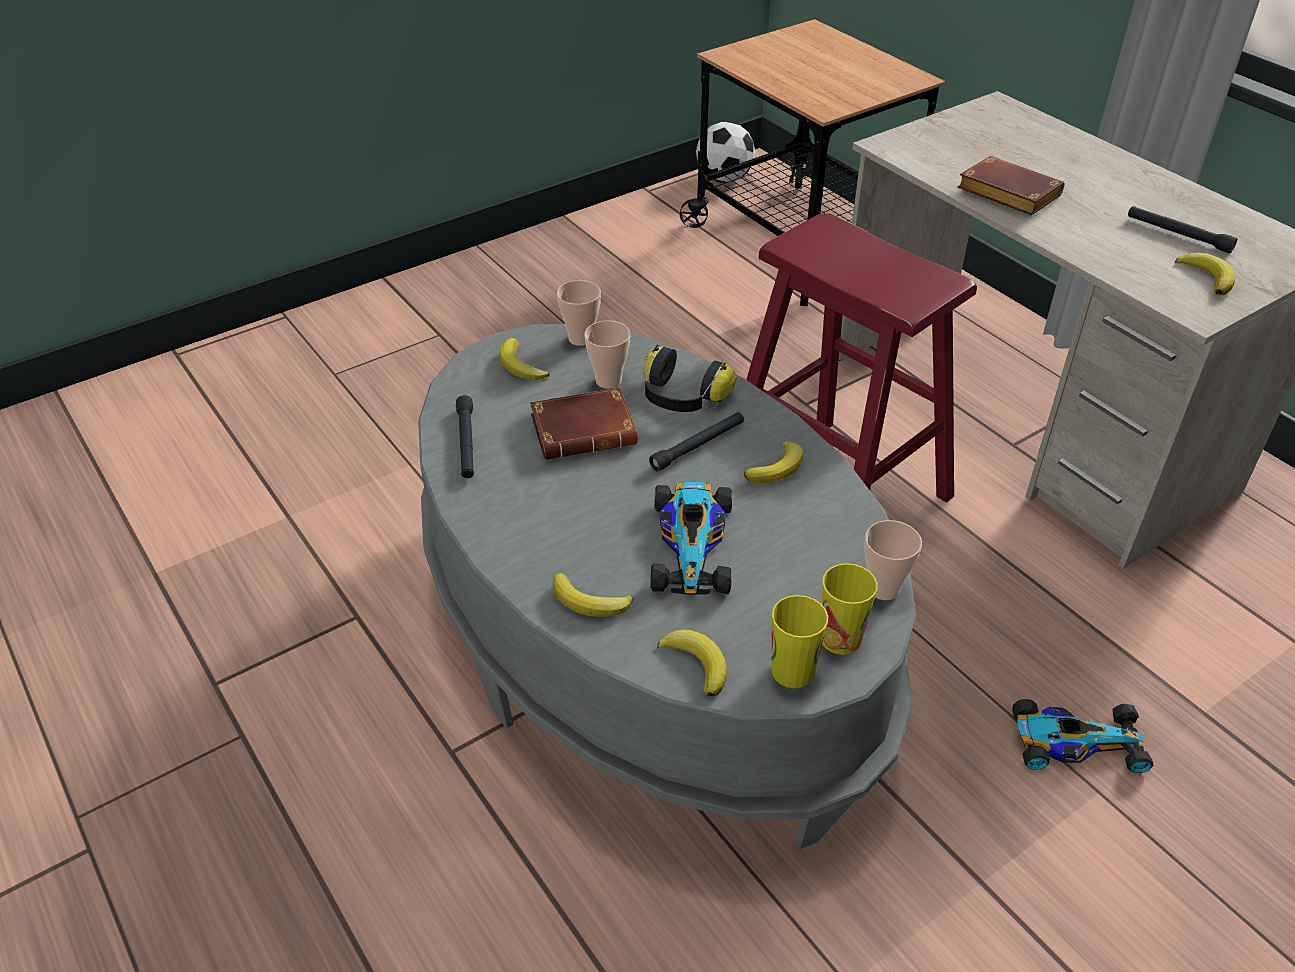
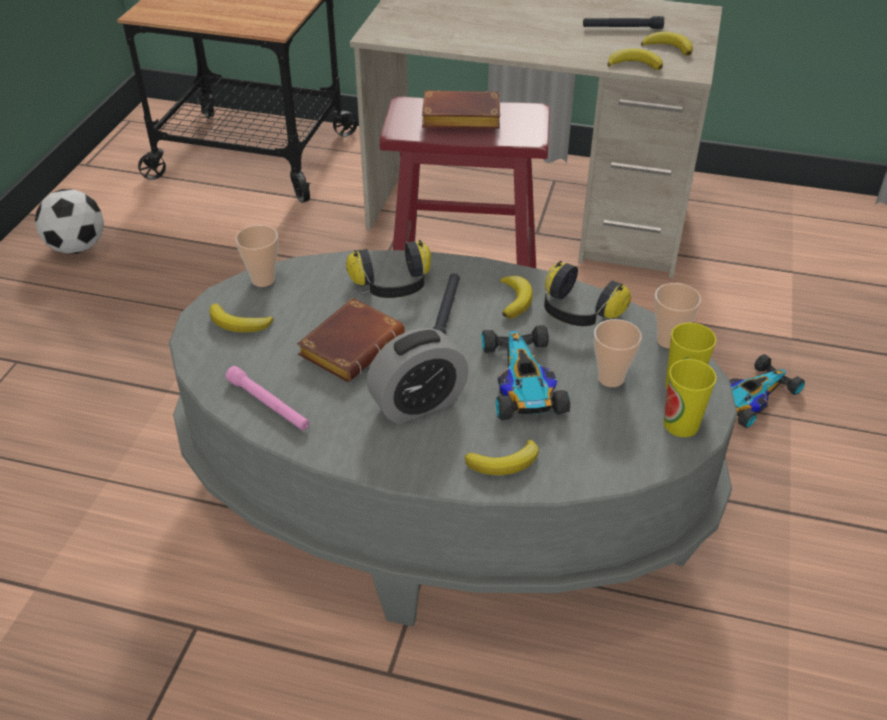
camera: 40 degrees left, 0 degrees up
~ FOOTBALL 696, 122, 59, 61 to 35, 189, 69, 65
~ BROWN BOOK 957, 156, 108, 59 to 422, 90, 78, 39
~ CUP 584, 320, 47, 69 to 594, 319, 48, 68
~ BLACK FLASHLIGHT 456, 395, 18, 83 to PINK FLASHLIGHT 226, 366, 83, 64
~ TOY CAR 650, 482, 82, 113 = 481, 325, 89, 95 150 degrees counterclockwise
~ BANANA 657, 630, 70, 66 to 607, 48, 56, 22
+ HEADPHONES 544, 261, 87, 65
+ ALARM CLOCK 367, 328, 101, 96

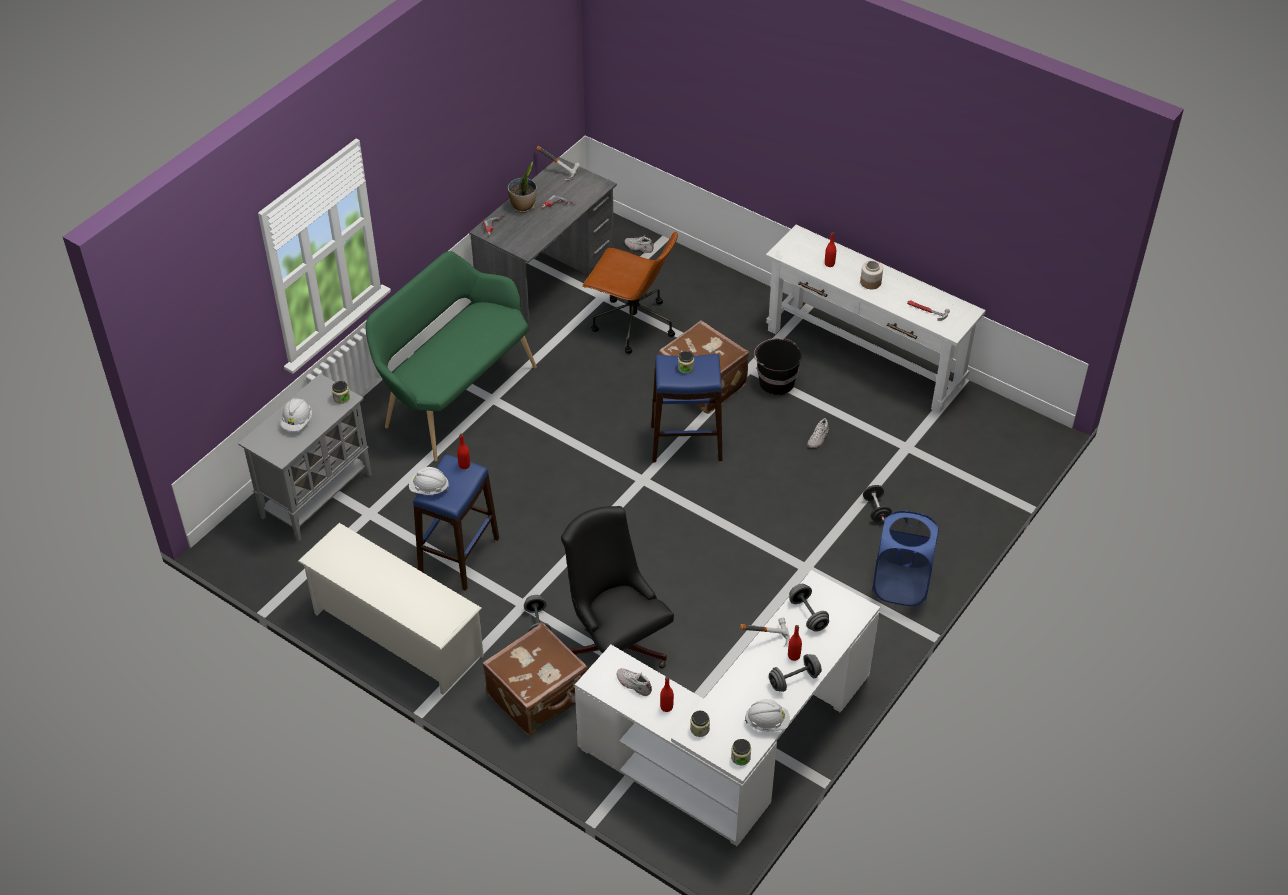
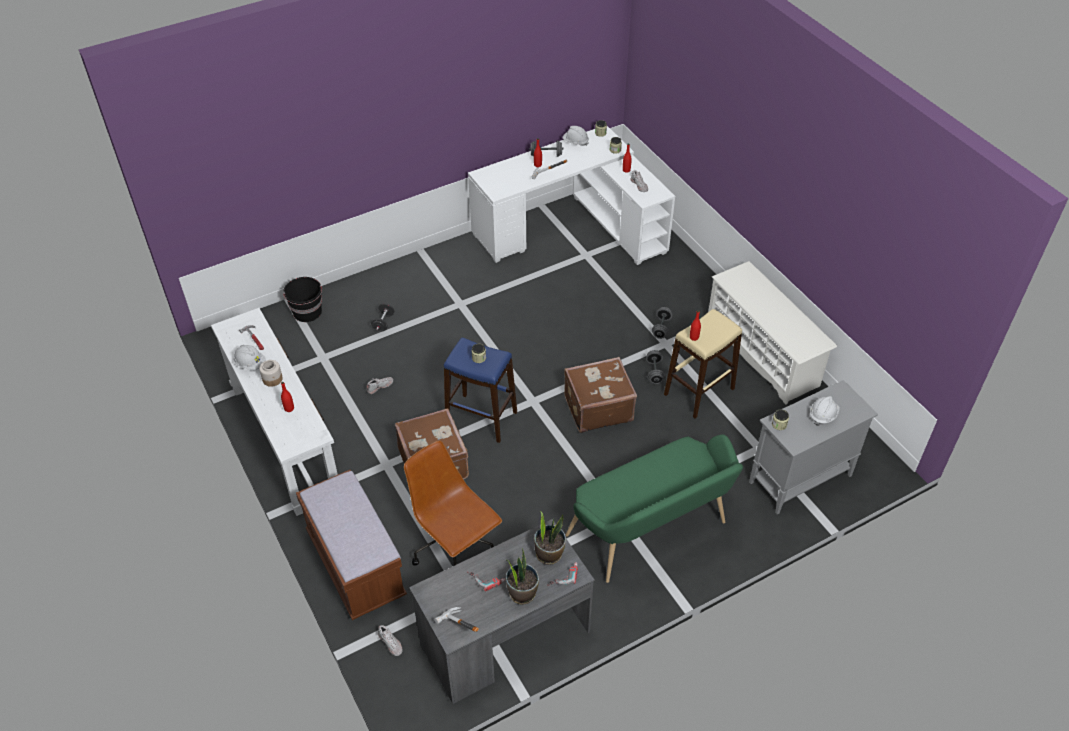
camera: 155 degrees left, 0 degrees up
~ BLACK BUCKET 754, 338, 48, 57 to 283, 277, 39, 45
~ BLUE STOOL 413, 455, 86, 136 to BEIGE STOOL 664, 309, 78, 110
~ WHITE HARD HAT 409, 467, 40, 28 to 234, 345, 32, 25
- BLACK OFFICE CHAIR 561, 506, 113, 163
- BLUE LAUNDRY BASKET 872, 510, 67, 96
~ GREY DUMBBELL 789, 584, 40, 48 to 646, 350, 19, 34
~ BROWN SUITCASE 483, 623, 104, 113 to 564, 357, 73, 76
+ BROWN BENCH 296, 470, 111, 150
+ POTTED PLANT 534, 511, 32, 54

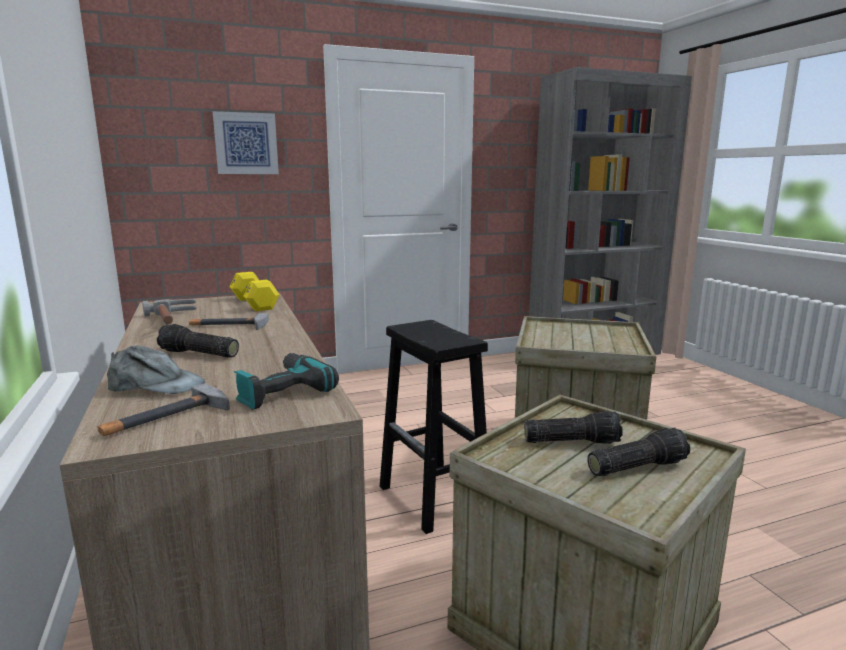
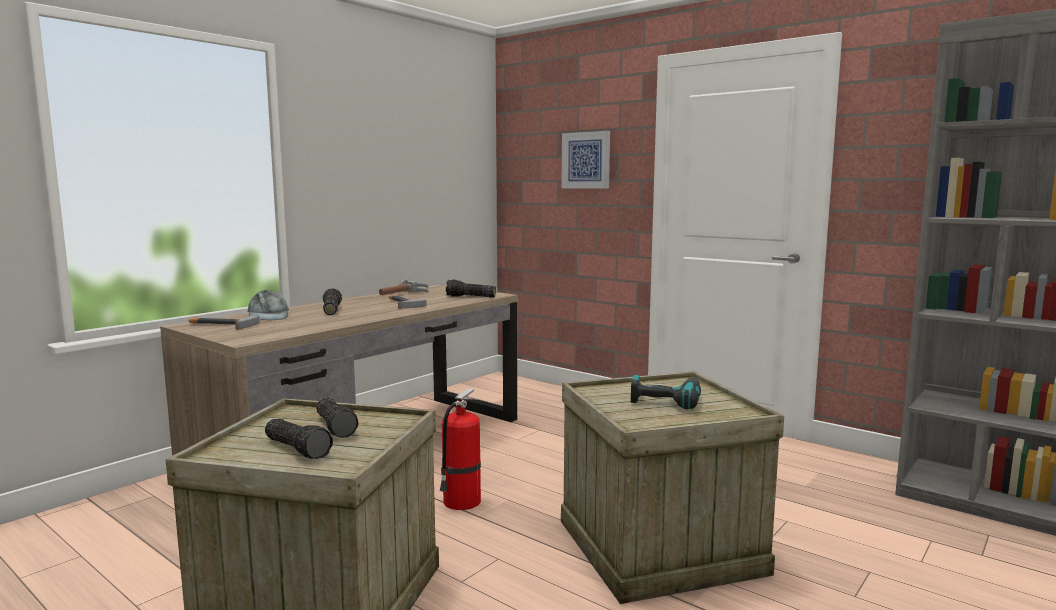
camera: 60 degrees right, 5 degrees down
~ YELLOW DUMBBELL 229, 272, 51, 39 to FLASHLIGHT 446, 279, 50, 19
~ BLACK STOOL 380, 320, 108, 214 to FIRE EXTINGUISHER 440, 388, 41, 122
~ POWER DRILL 234, 353, 105, 57 to 631, 375, 70, 35

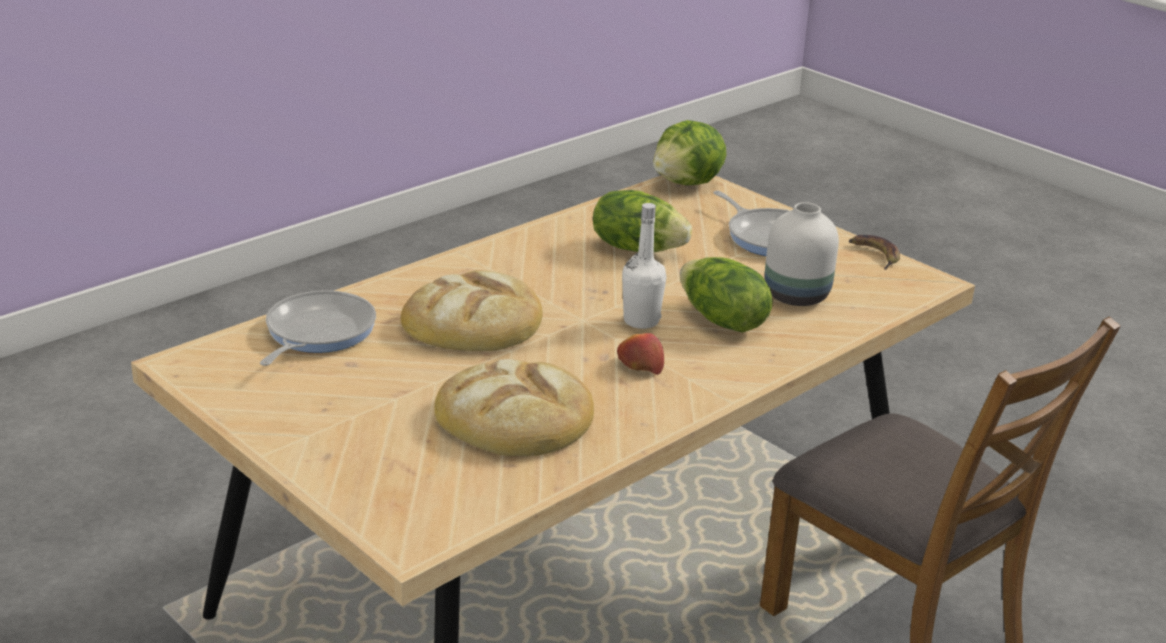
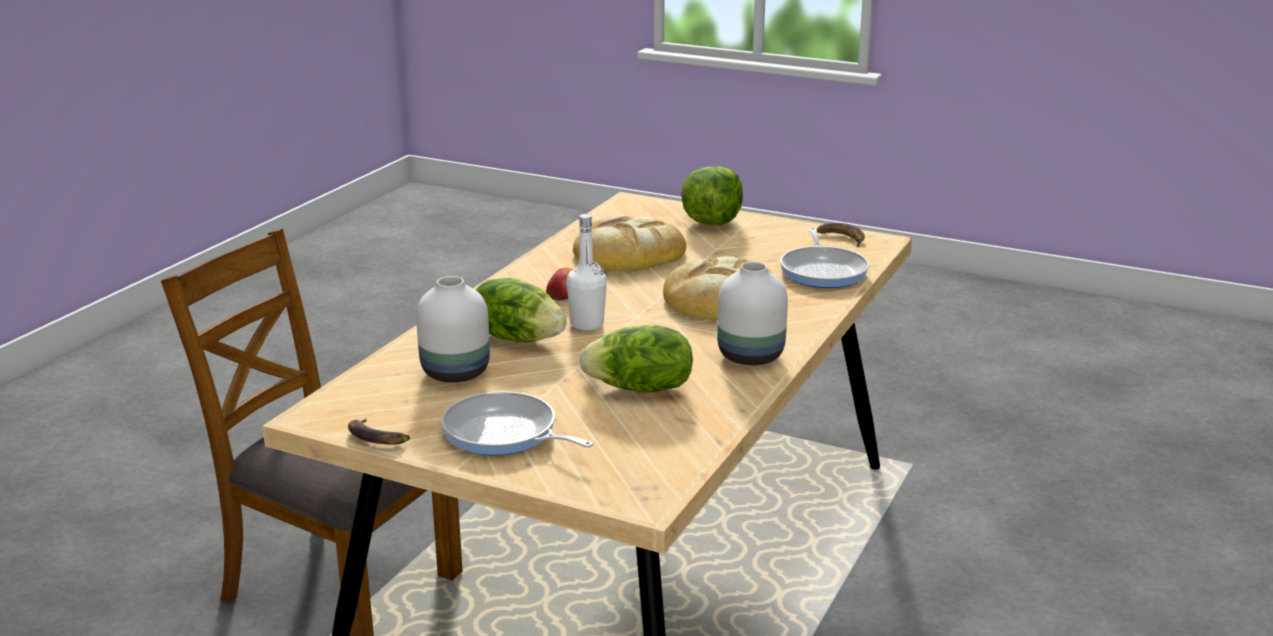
camera: 160 degrees right, 5 degrees down
~ LETTUCE 653, 120, 73, 66 to 681, 166, 62, 59
+ BANANA 817, 223, 48, 24
+ WHITE VASE 717, 262, 71, 103

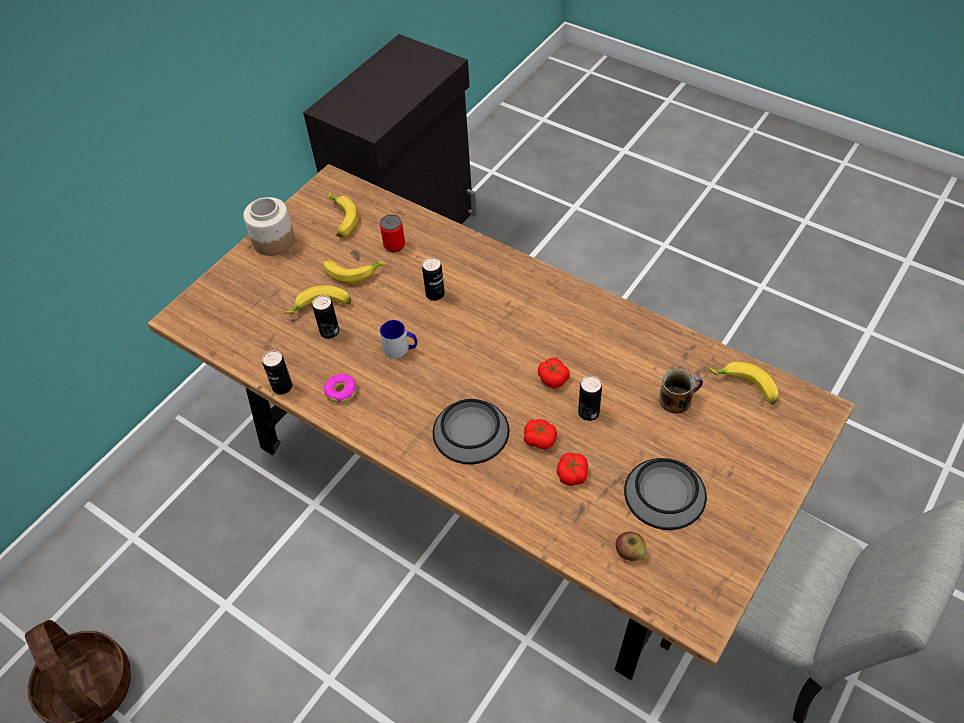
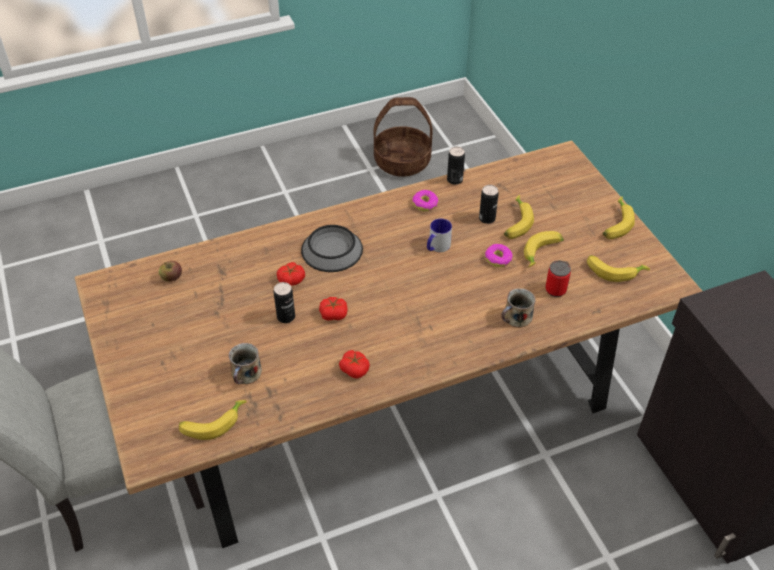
camera: 120 degrees right, 5 degrees down
~ JAR 243, 197, 52, 59 to BANANA 602, 197, 33, 42
- CAN 422, 257, 23, 44
~ TOMATO 557, 452, 31, 34 to 339, 350, 31, 29
- BOWL 624, 458, 83, 72
+ DONUT 485, 244, 28, 23
+ MUG 501, 288, 34, 40

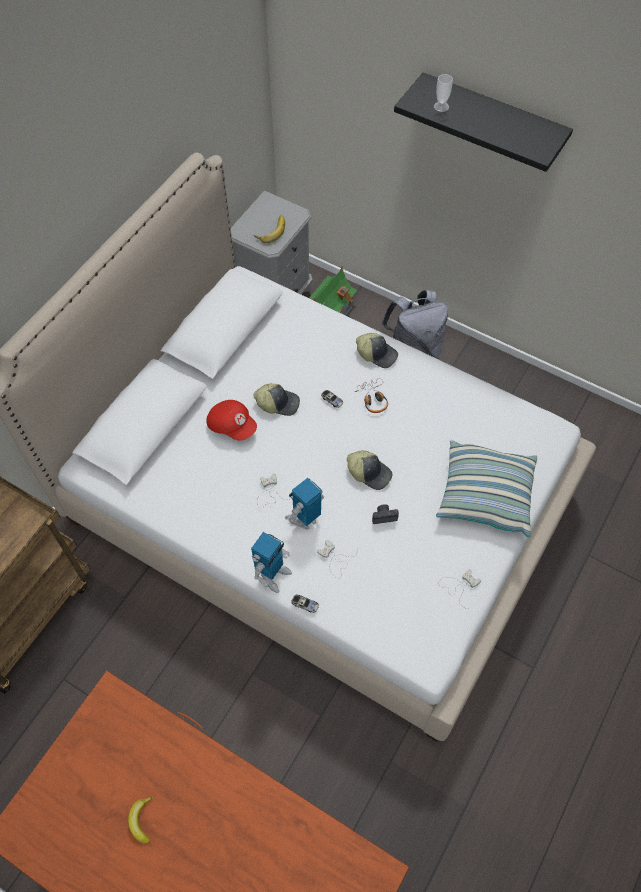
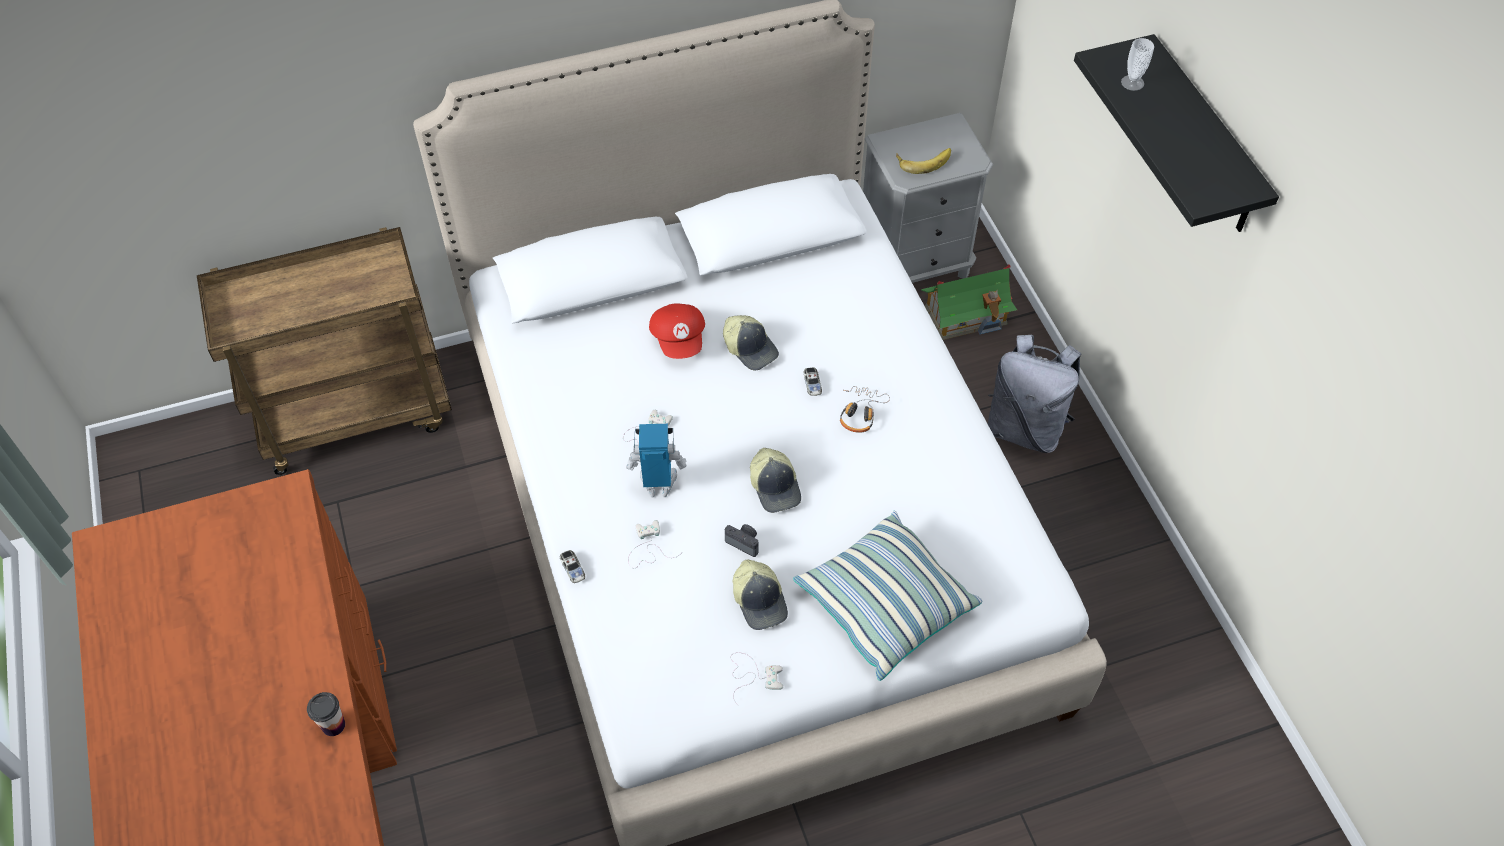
camera: 40 degrees right, 5 degrees down
~ CAP 356, 333, 42, 35 to 733, 559, 55, 71
- TOY ROBOT 251, 532, 41, 61
- BANANA 128, 796, 25, 47
+ CUP 307, 692, 38, 44

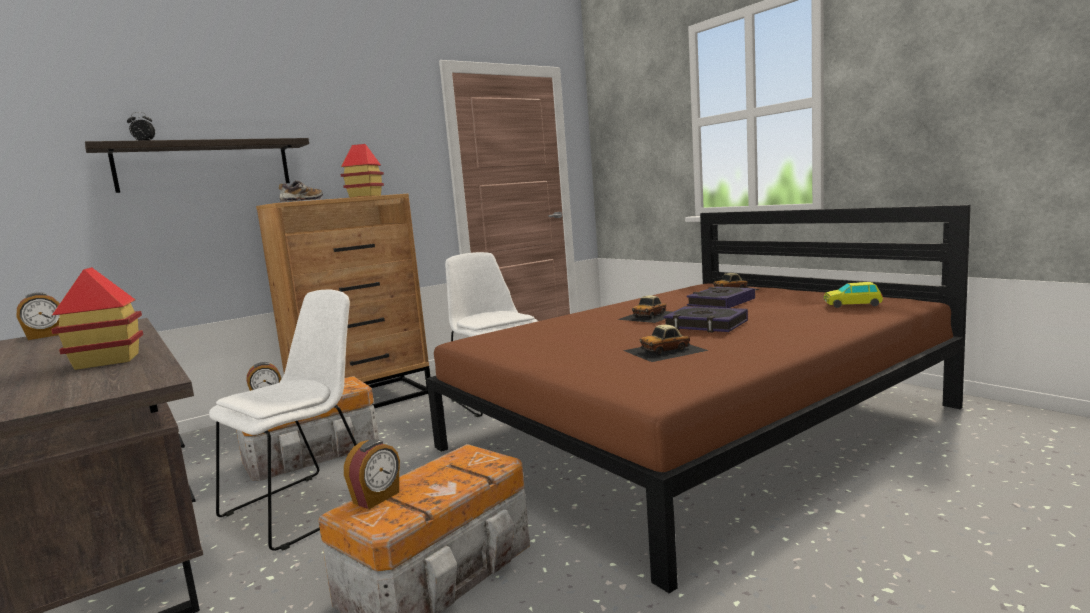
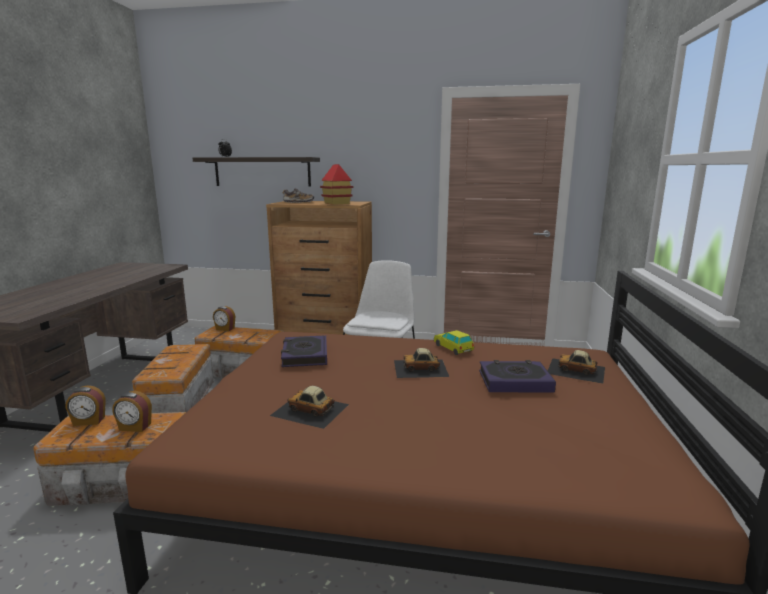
camera: 45 degrees right, 5 degrees up
- TOY HOUSE 51, 267, 92, 103
~ TOY CAR 824, 282, 59, 26 to 434, 330, 40, 25
~ WHITE CHAIR 209, 290, 148, 261 to STORAGE BOX 132, 344, 82, 69
~ ALARM CLOCK 17, 293, 43, 47 to 112, 391, 40, 41
~ BOOK 663, 306, 85, 26 to 281, 335, 46, 32

